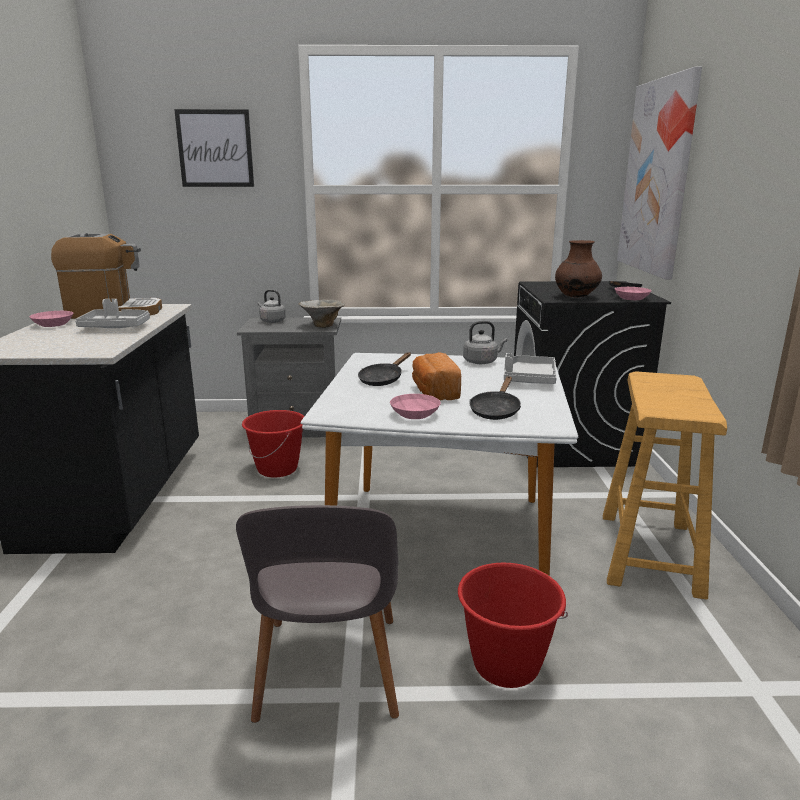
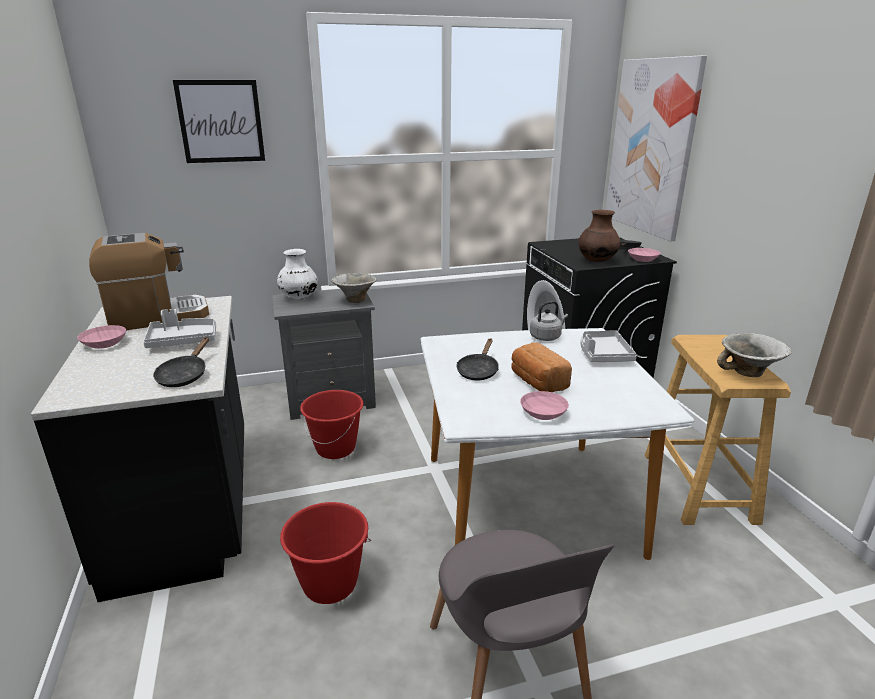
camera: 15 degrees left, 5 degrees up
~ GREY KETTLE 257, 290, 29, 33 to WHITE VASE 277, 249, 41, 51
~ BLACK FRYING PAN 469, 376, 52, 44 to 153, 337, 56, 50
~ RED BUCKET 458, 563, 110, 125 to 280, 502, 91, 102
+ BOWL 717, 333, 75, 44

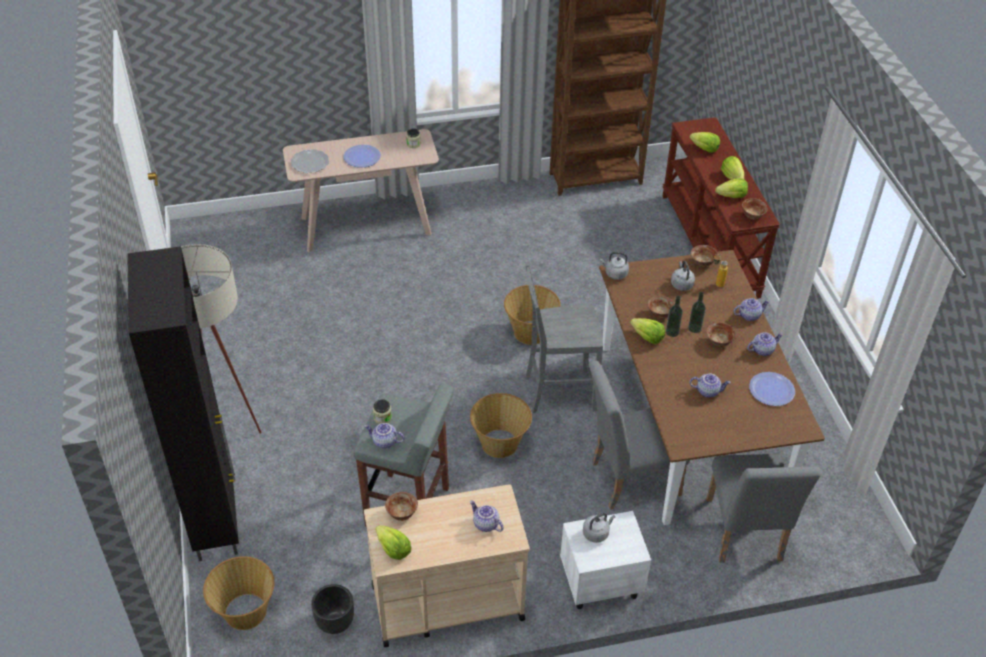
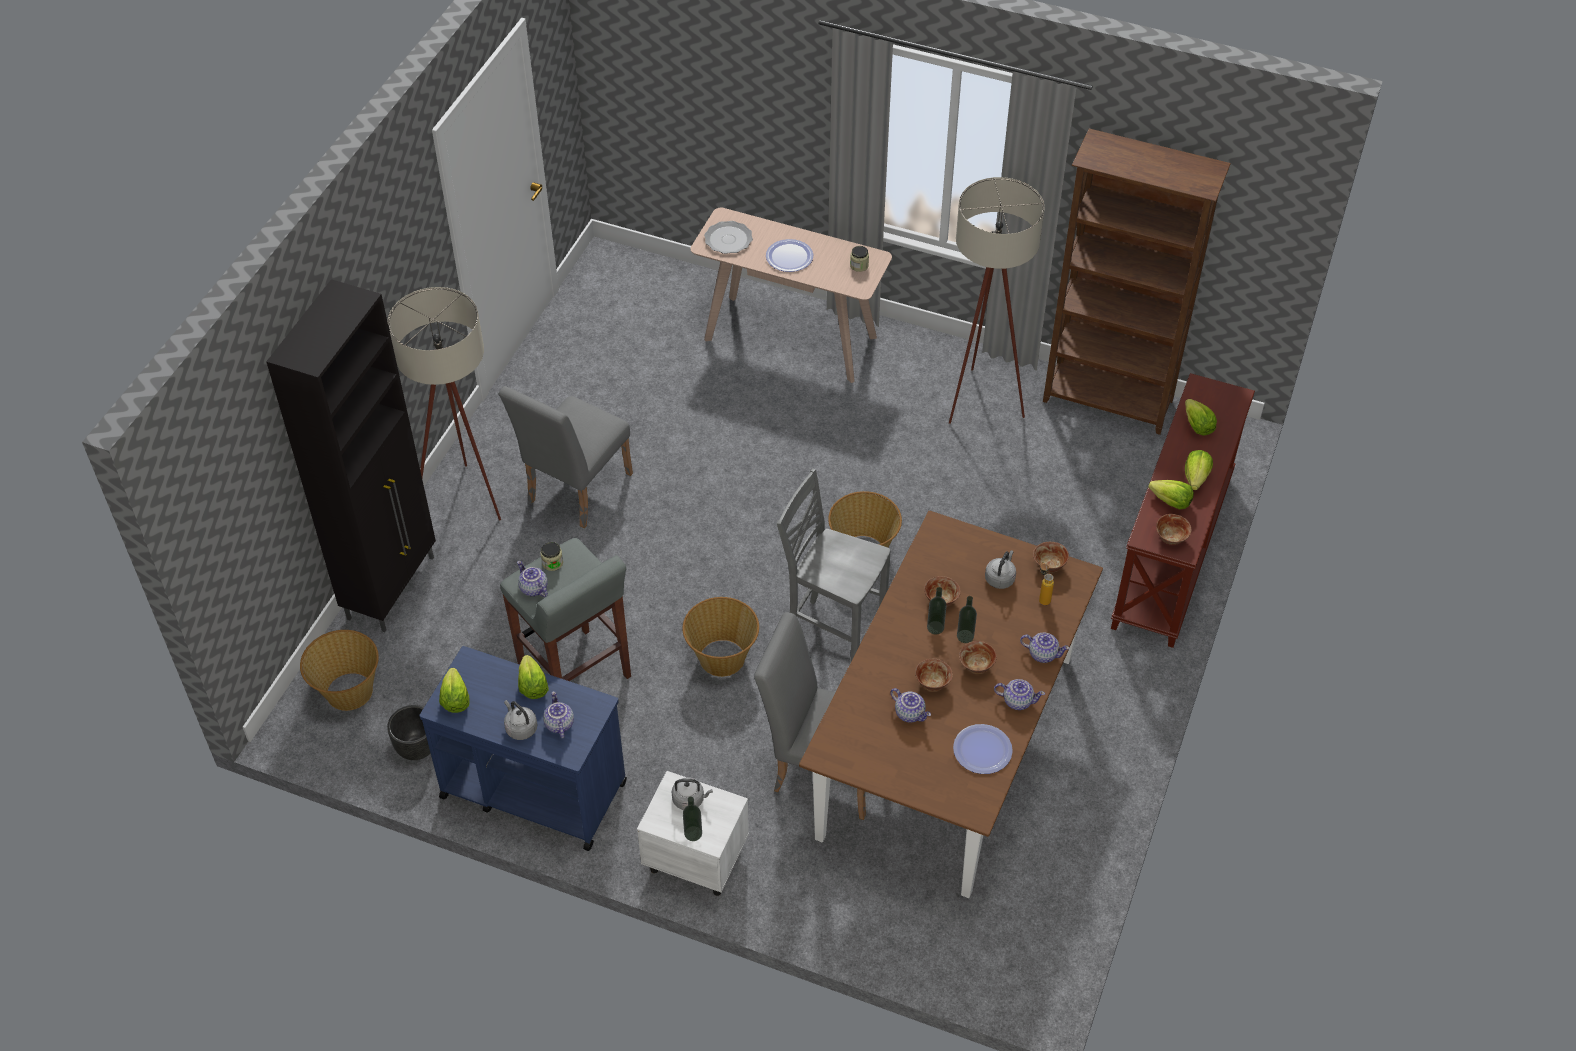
camera: 35 degrees right, 5 degrees up
~ GREY KETTLE 600, 252, 29, 28 to 504, 700, 33, 40
~ LETTUCE 630, 318, 35, 26 to 518, 655, 30, 44
~ GREY CHAIR 706, 454, 114, 109 to 498, 386, 135, 142
~ BEIGE CART 364, 484, 166, 163 to BLUE CART 419, 646, 208, 205
~ BOWL 385, 492, 33, 29 to 915, 659, 38, 33
+ BEIGE FLOOR LAMP 949, 177, 96, 247
+ BOTTLE 683, 796, 19, 45

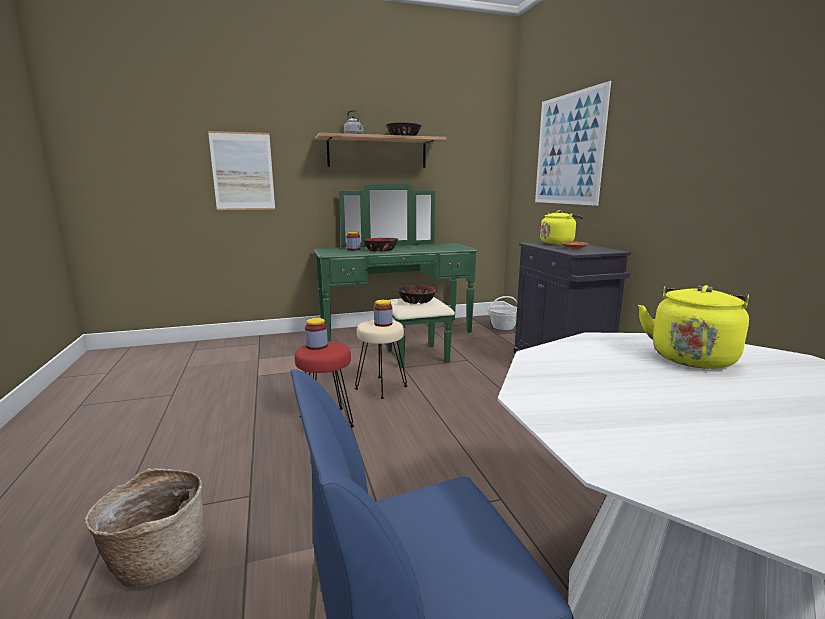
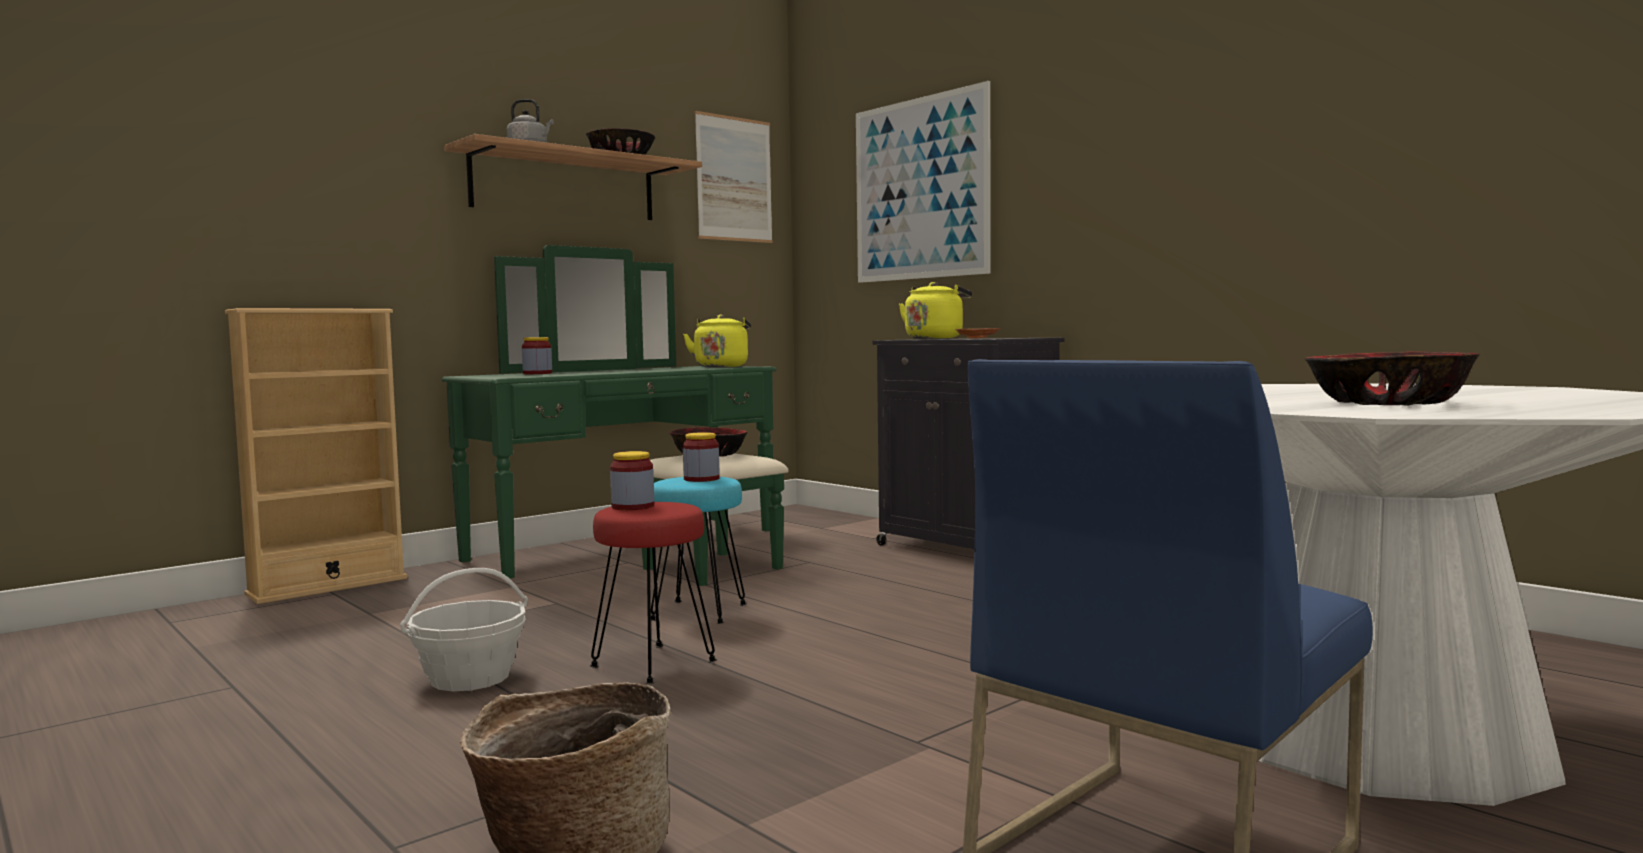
camera: 25 degrees left, 10 degrees down
~ PICTURE 208, 131, 67, 79 to 695, 111, 78, 132
~ BOWL 363, 238, 35, 14 to 1305, 351, 175, 55
~ YELLOW KETTLE 638, 285, 111, 84 to 683, 314, 68, 53
~ BASKET 487, 296, 30, 34 to 400, 568, 128, 123
~ BEIGE STOOL 355, 320, 52, 79 to TURQUOISE STOOL 651, 477, 96, 147
+ BEIGE BOOKCASE 225, 308, 182, 296

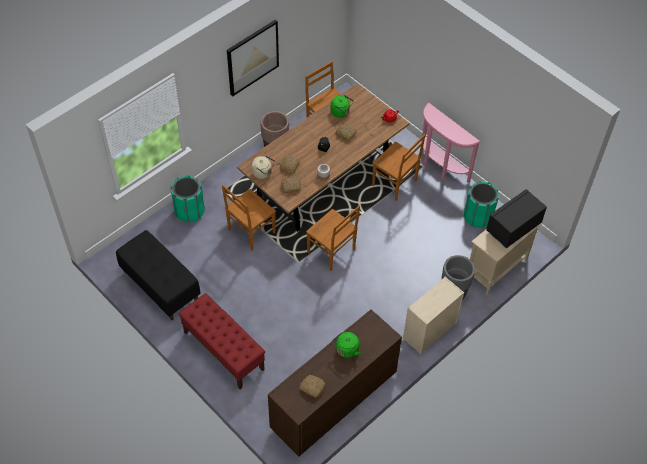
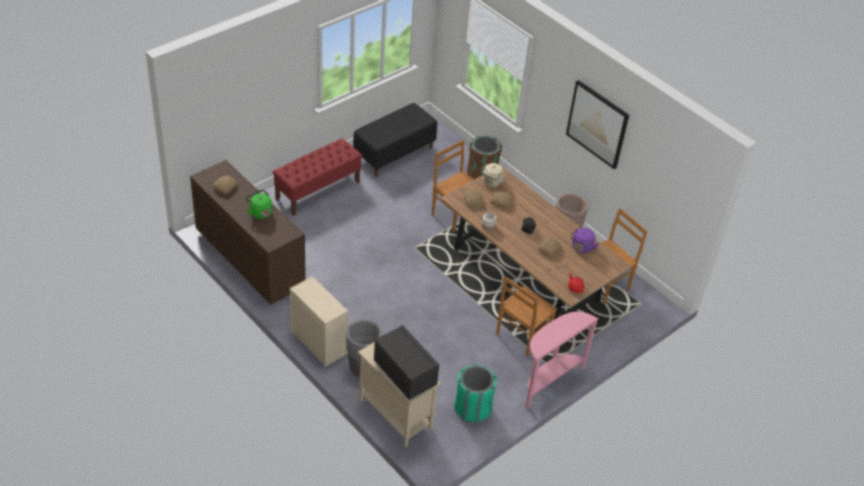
camera: 90 degrees right, 10 degrees down
~ GREEN KETTLE 330, 95, 24, 23 to PURPLE KETTLE 570, 228, 28, 25
~ GREEN TRASH CAN 171, 175, 34, 47 to BROWN TRASH CAN 467, 135, 35, 45
- BROWN CHAIR 306, 205, 54, 66

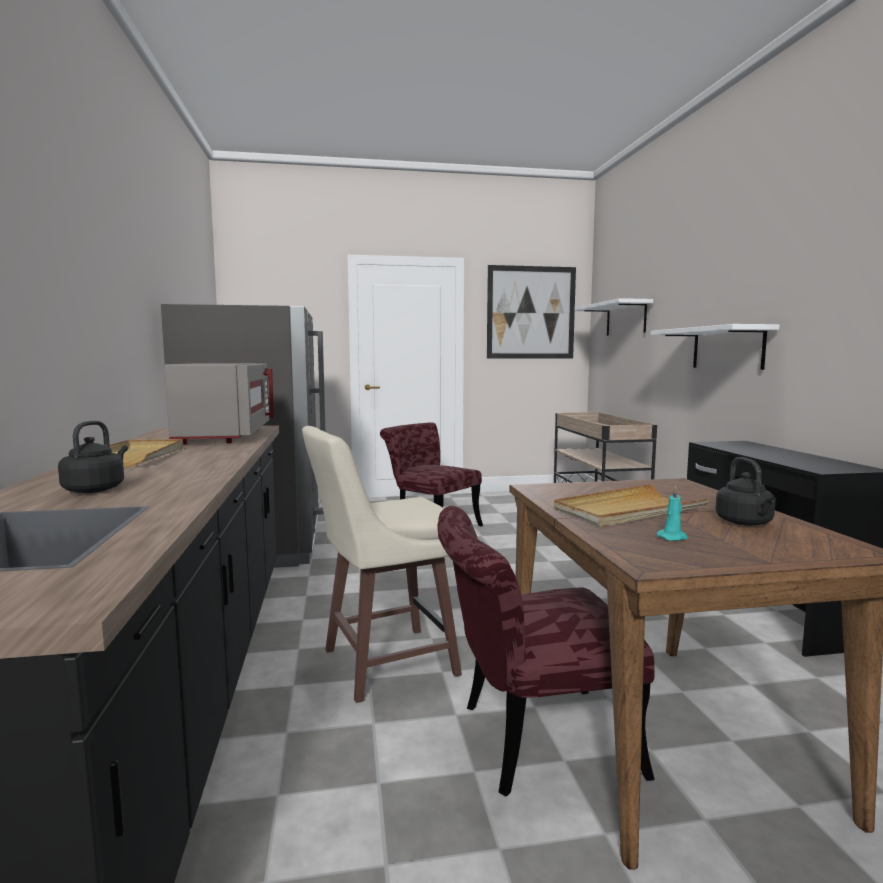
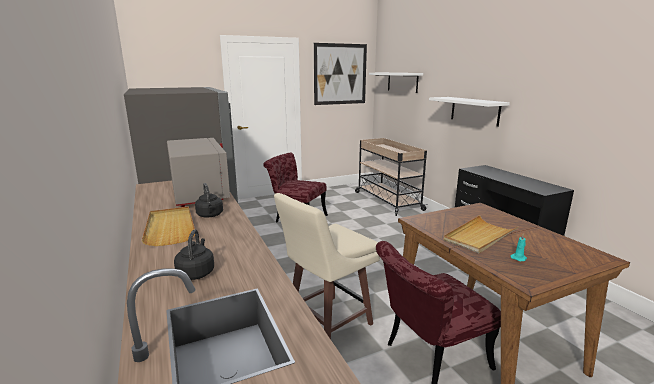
camera: 15 degrees left, 10 degrees up
~ BLACK KETTLE 715, 457, 61, 69 to 195, 183, 28, 34

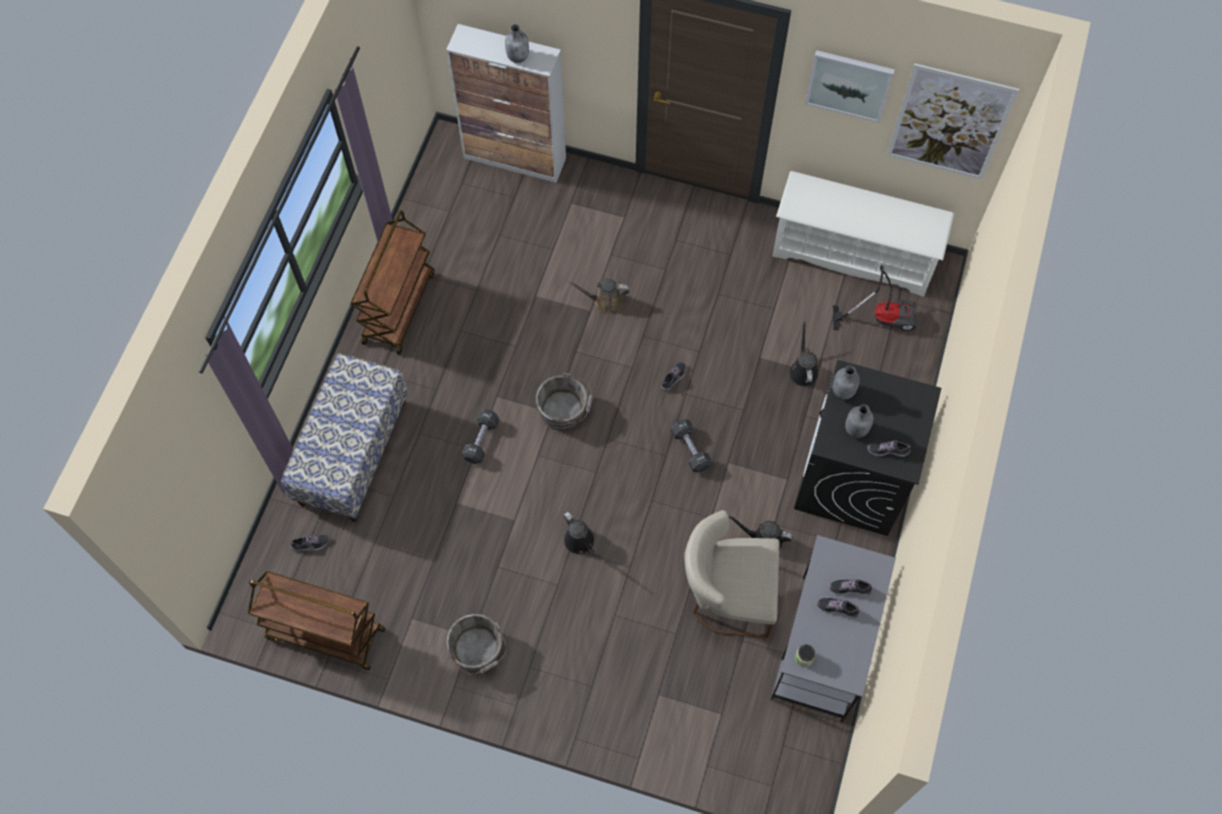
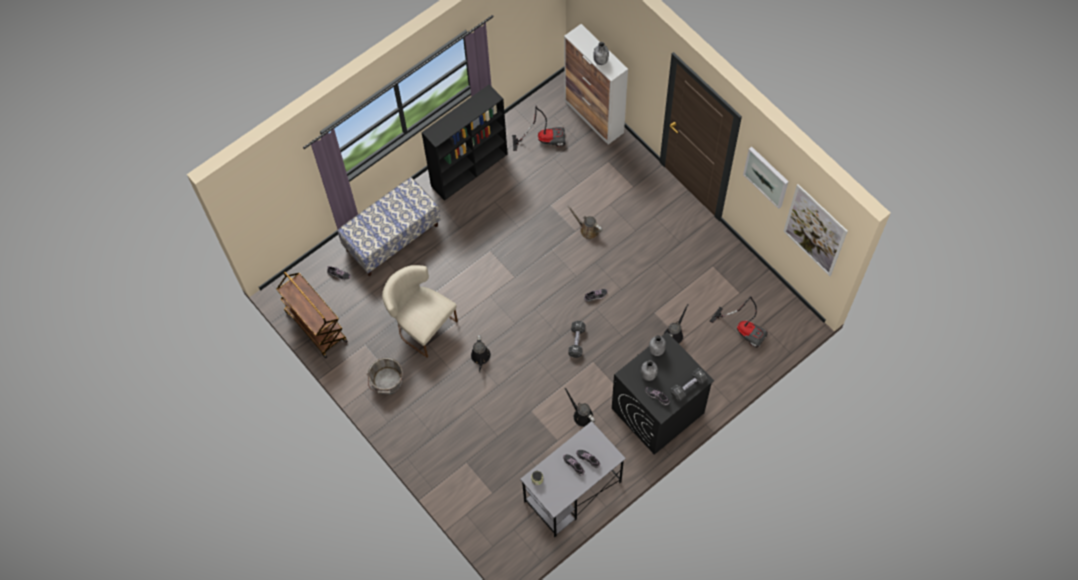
camera: 35 degrees right, 0 degrees up
- WHITE SHOE RACK 772, 171, 182, 126
~ BROWN CART 351, 210, 84, 145 to BLACK BOOKCASE 422, 85, 86, 116
- GREY BUCKET 535, 373, 58, 58
~ BLACK DUMBBELL 462, 410, 37, 54 to 671, 368, 36, 33
~ BEIGE CHAIR 684, 510, 95, 128 to 382, 265, 76, 92
+ VACUUM CLEANER 512, 105, 54, 46

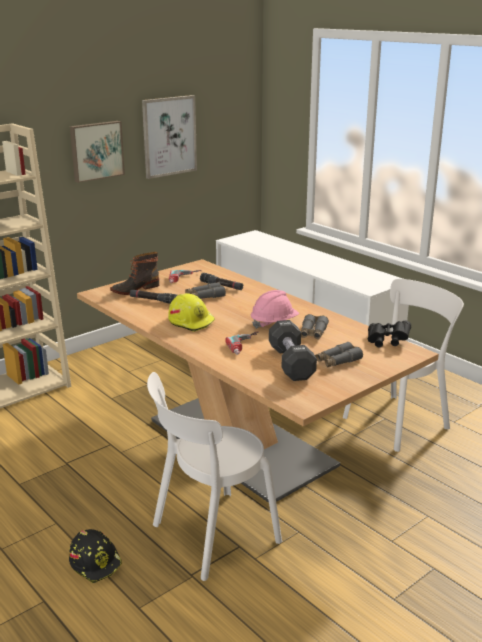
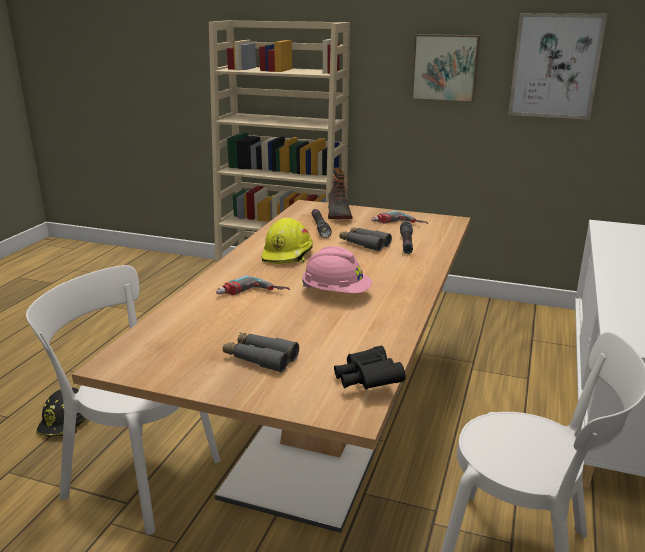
camera: 60 degrees right, 0 degrees up
~ BOOT 110, 252, 49, 43 = 328, 167, 25, 52 120 degrees counterclockwise
- GREY BINOCULARS 301, 314, 28, 26
- BLACK DUMBBELL 269, 320, 48, 61

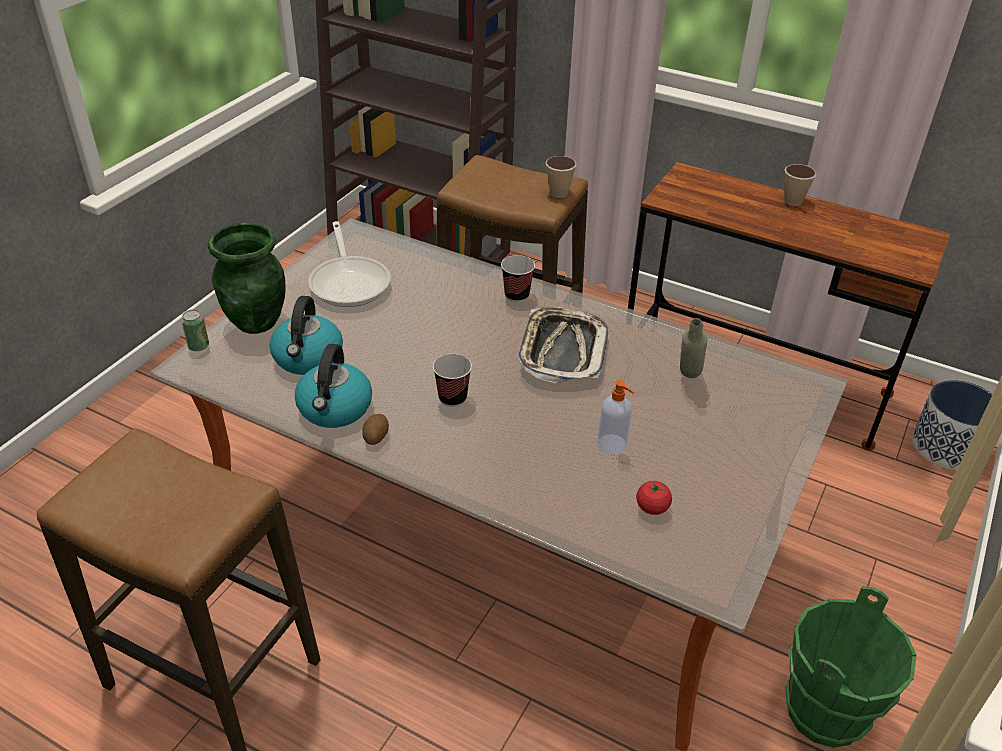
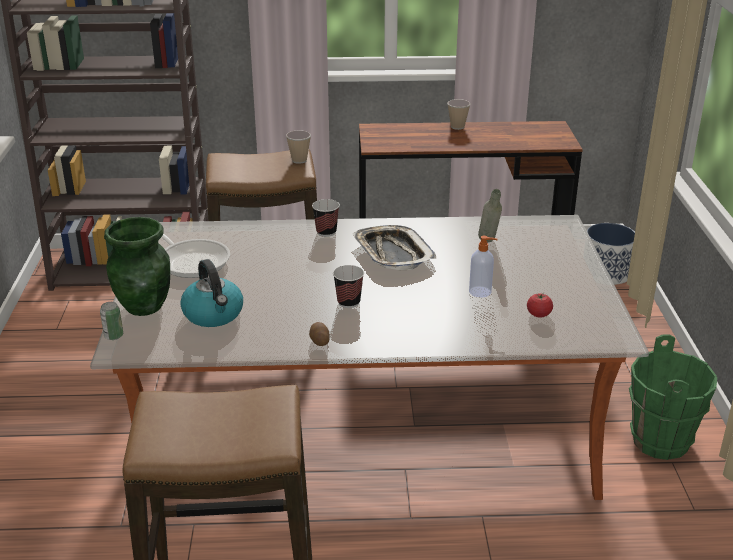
camera: 30 degrees left, 10 degrees down
- KETTLE 295, 344, 77, 84

